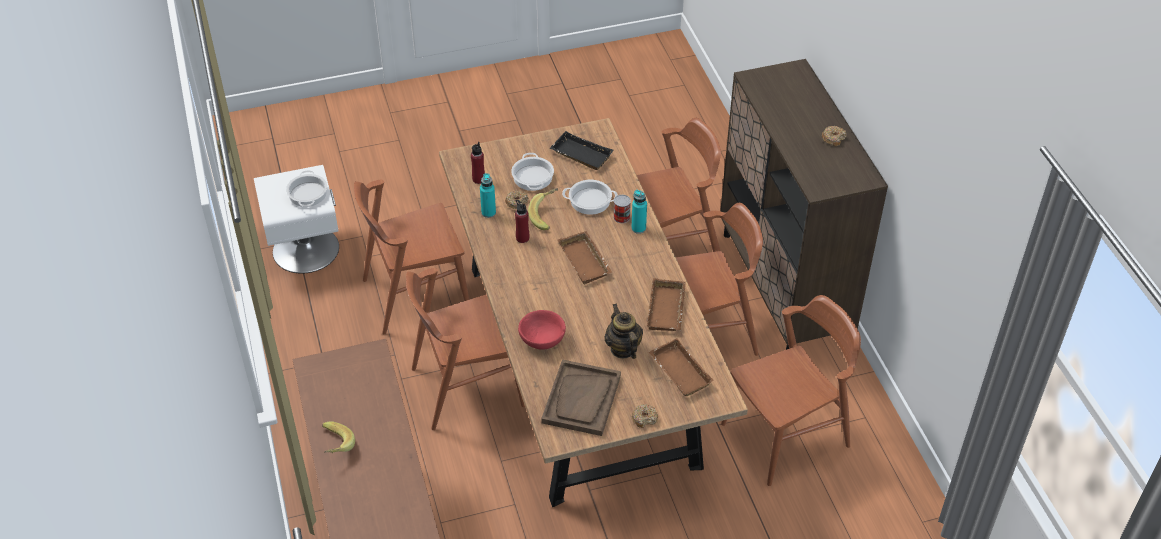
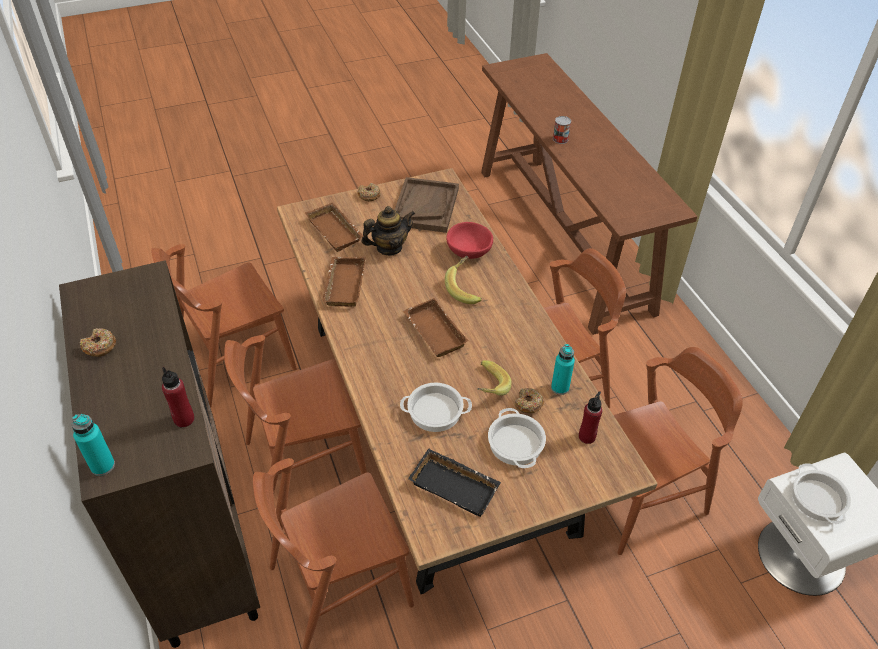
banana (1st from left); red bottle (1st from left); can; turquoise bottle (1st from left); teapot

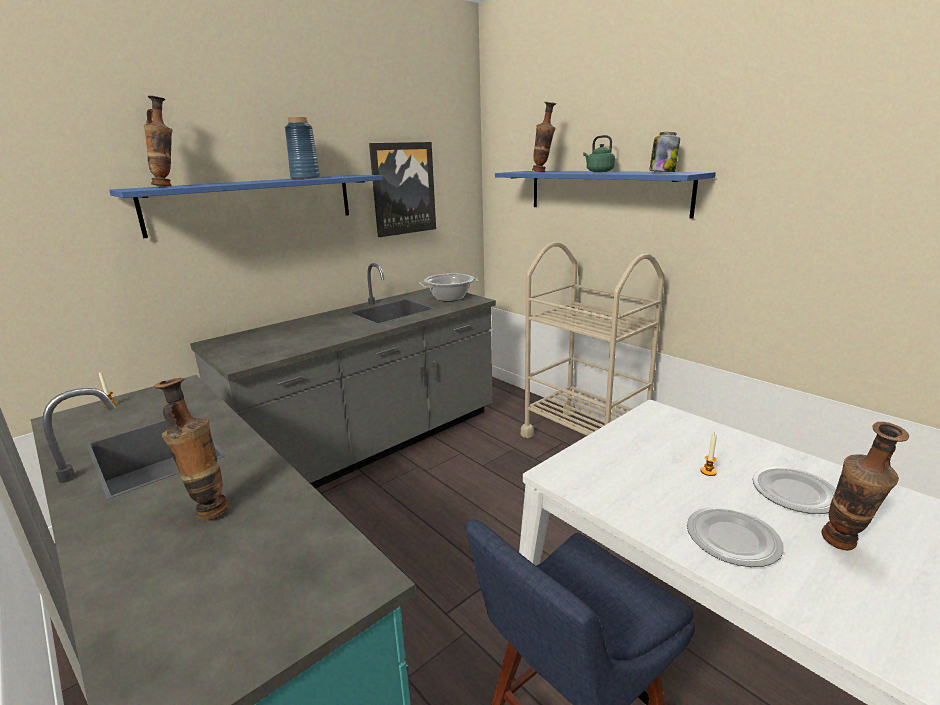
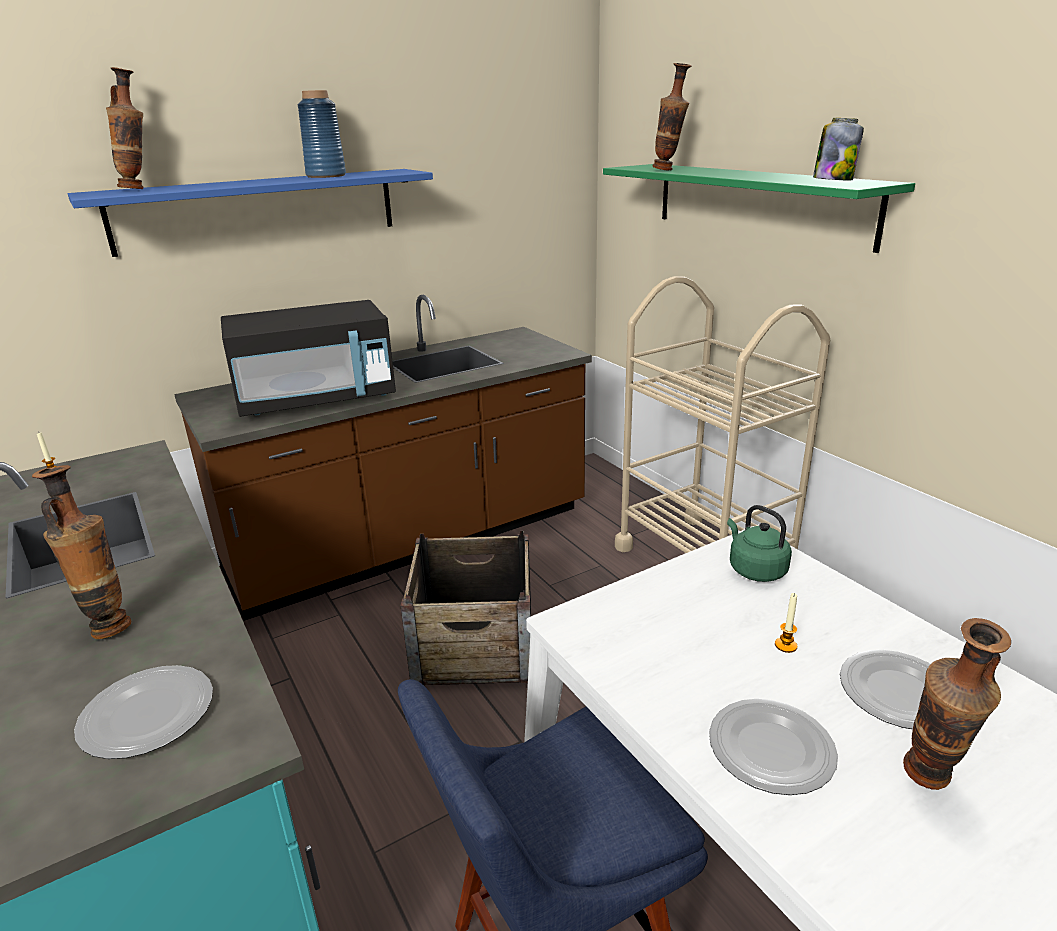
picture; cooking pot; plate (1st from left); black microwave; crate; green kettle; brown counter; green shelf

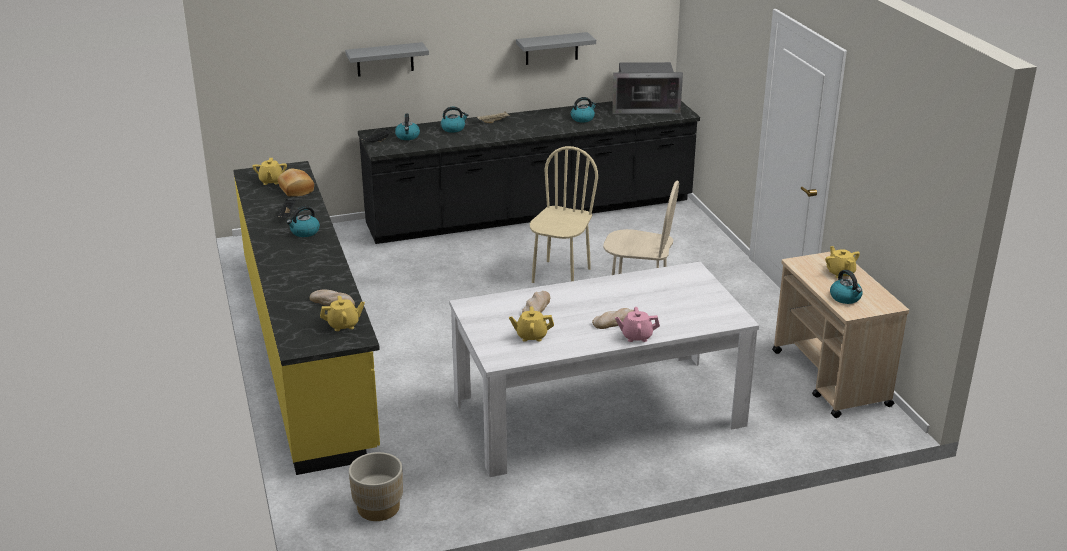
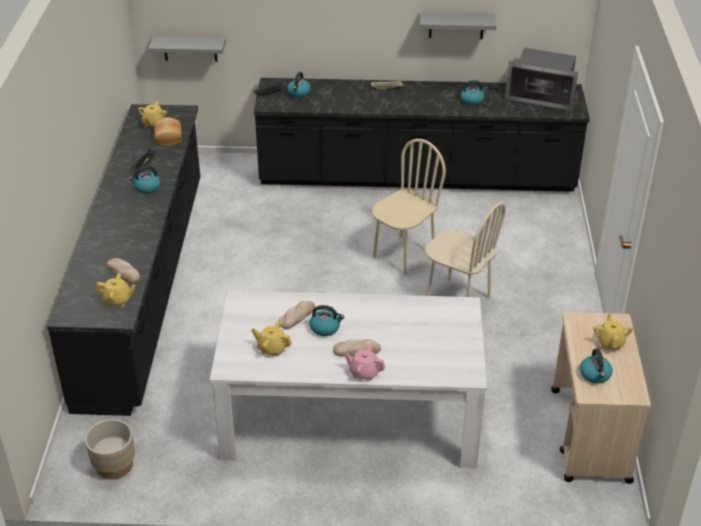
grey shelf (1st from left); kettle (3rd from left); black counter (1st from left)

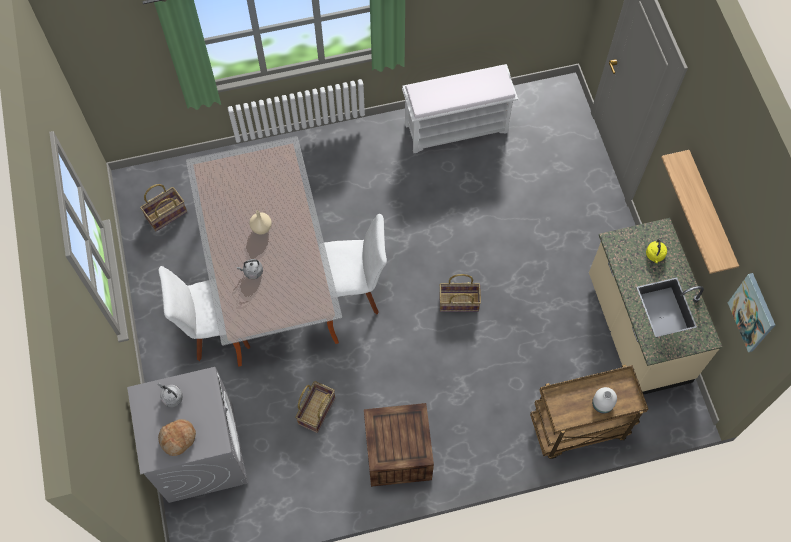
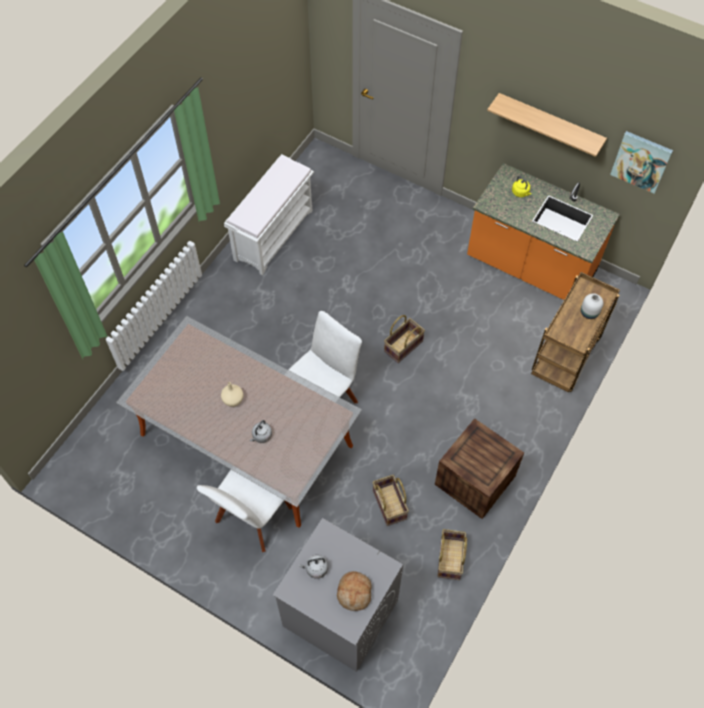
basket (3rd from left); orange counter

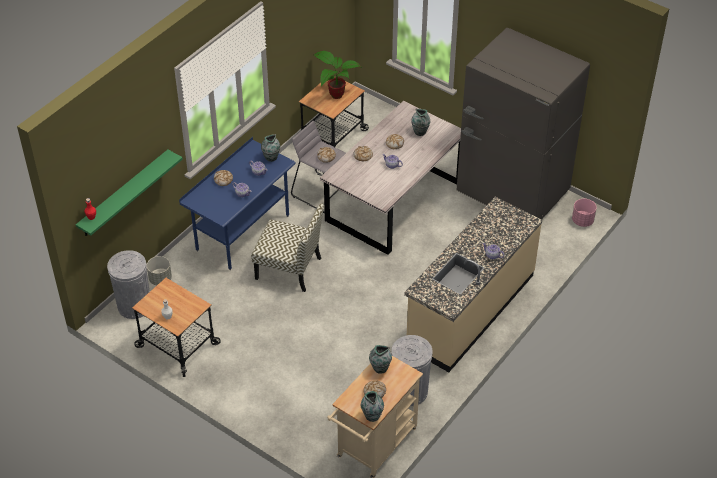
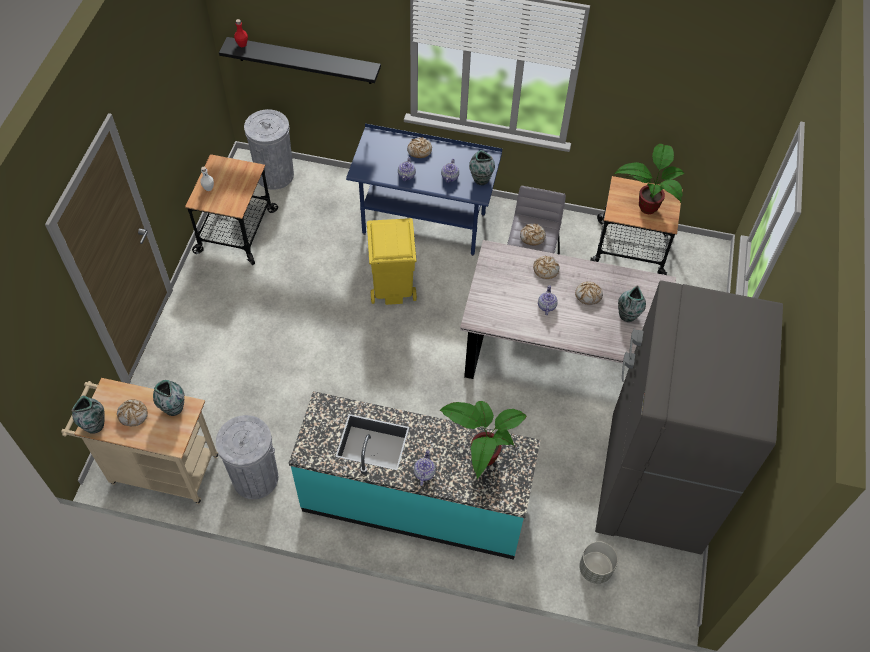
pink planter; potted plant (1st from left); grey planter; yellow trash can; black shelf; turquoise counter

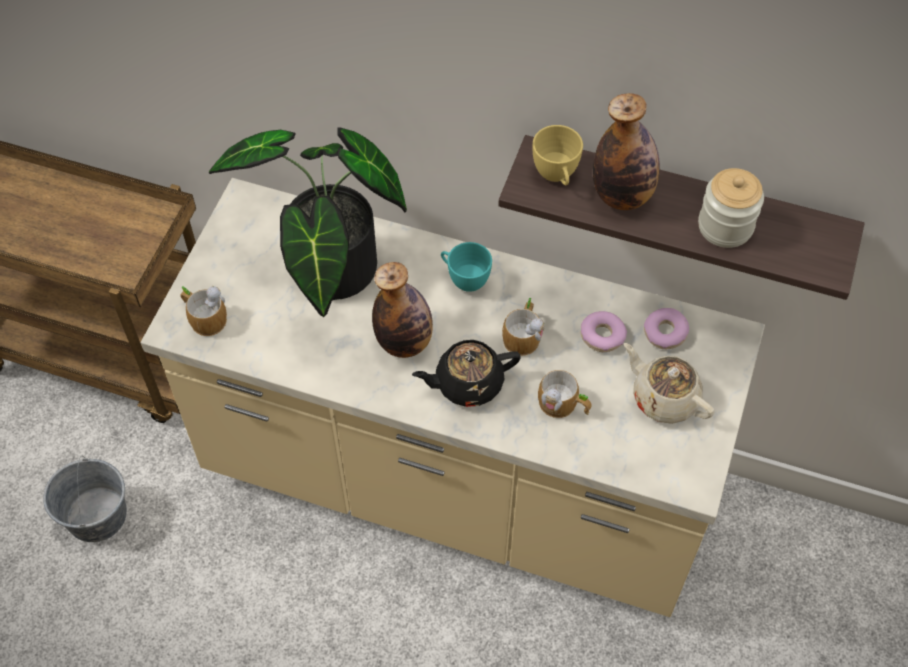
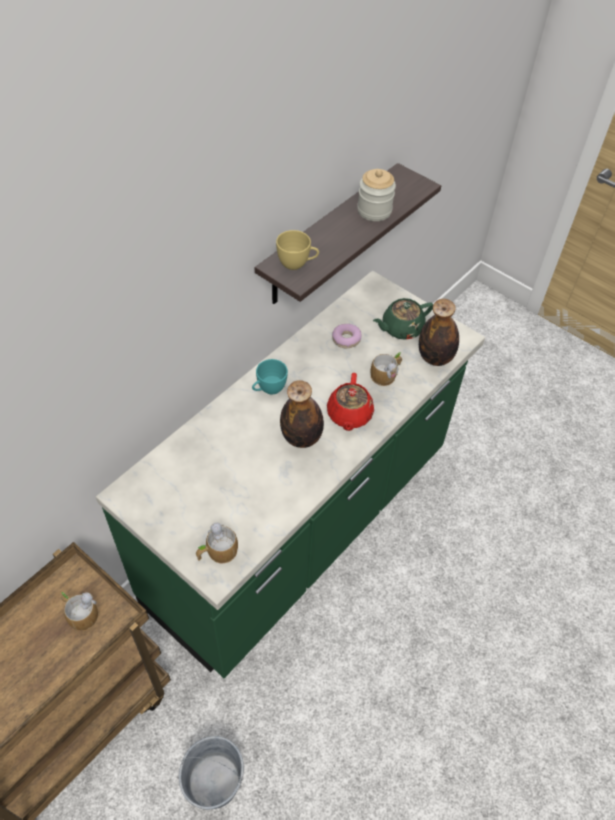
potted plant; donut (2nd from left in the first image); mug (1st from left); bottle (2nd from left); green counter; red teapot; green teapot

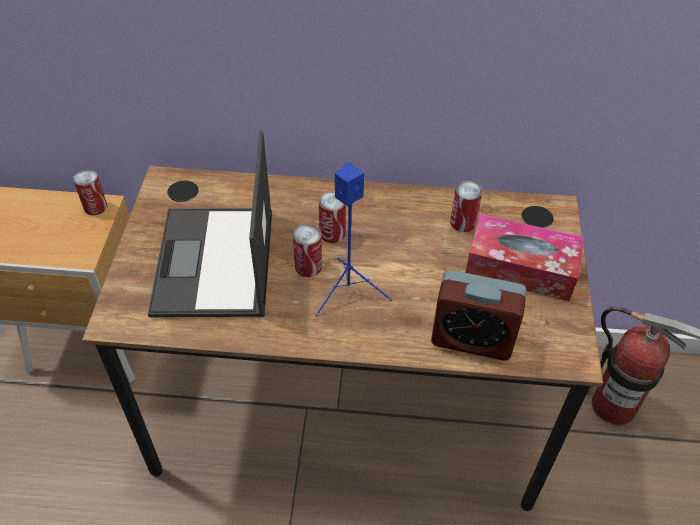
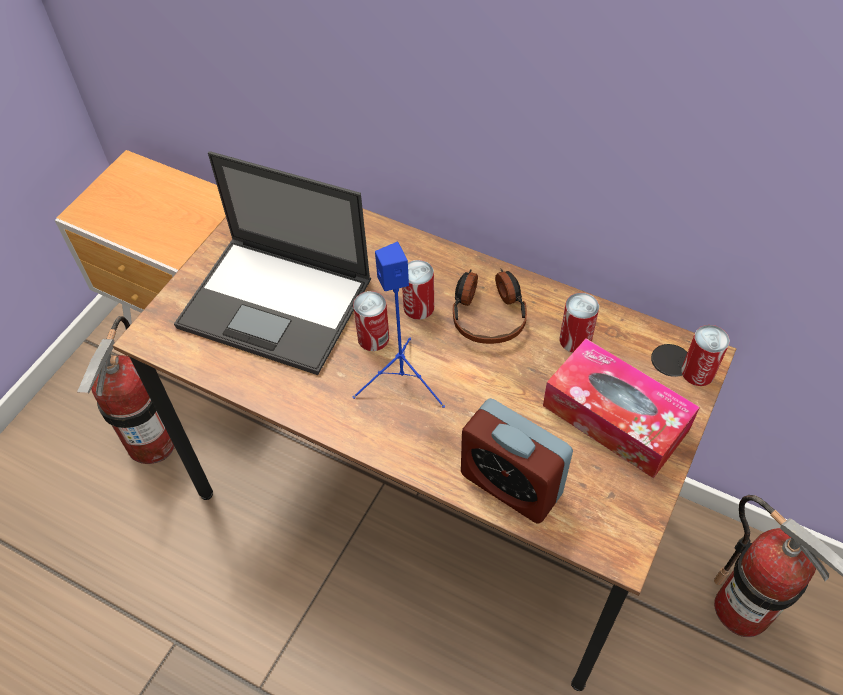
fire extinguisher (1st from left); headphones; can (4th from left); laptop

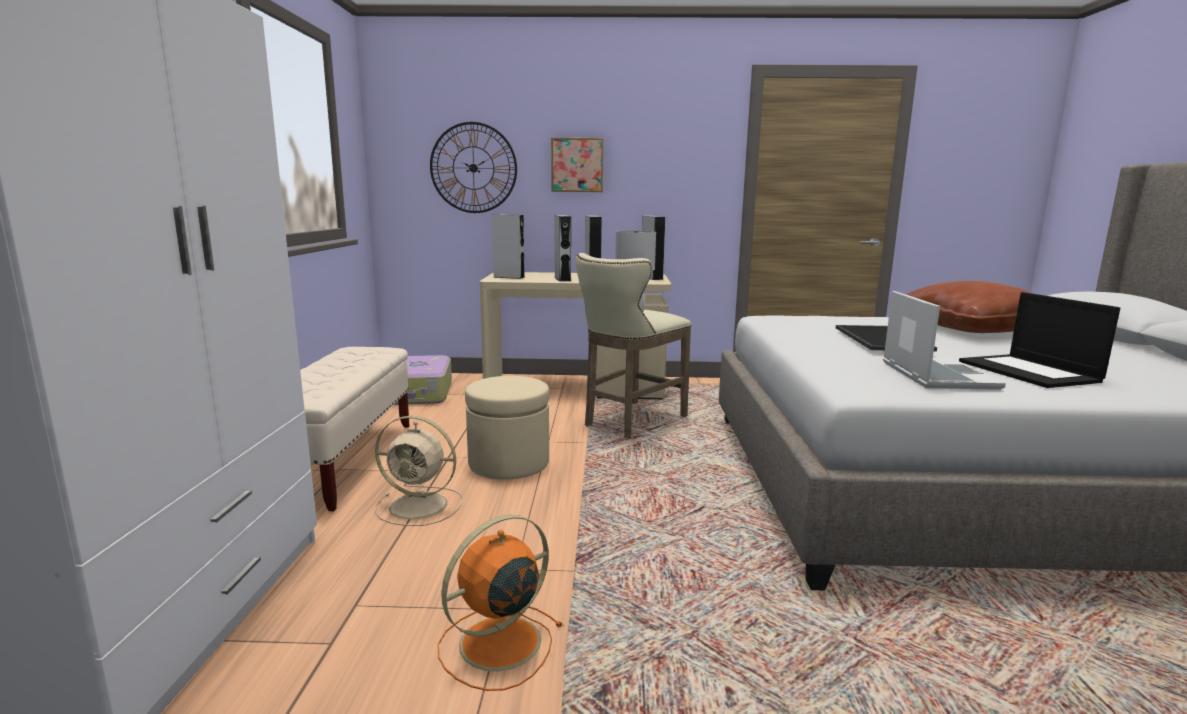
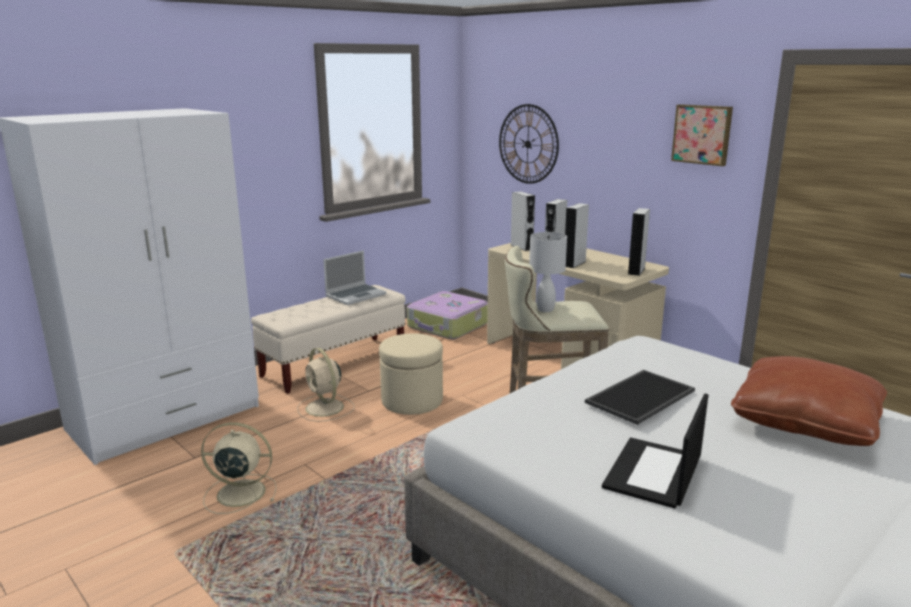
picture; laptop (1st from left); beige fan (1st from left)

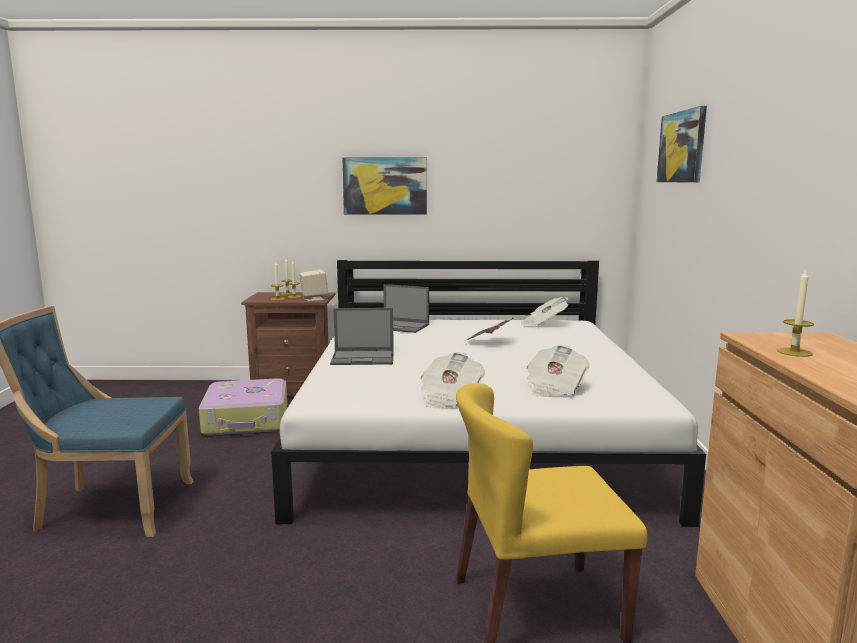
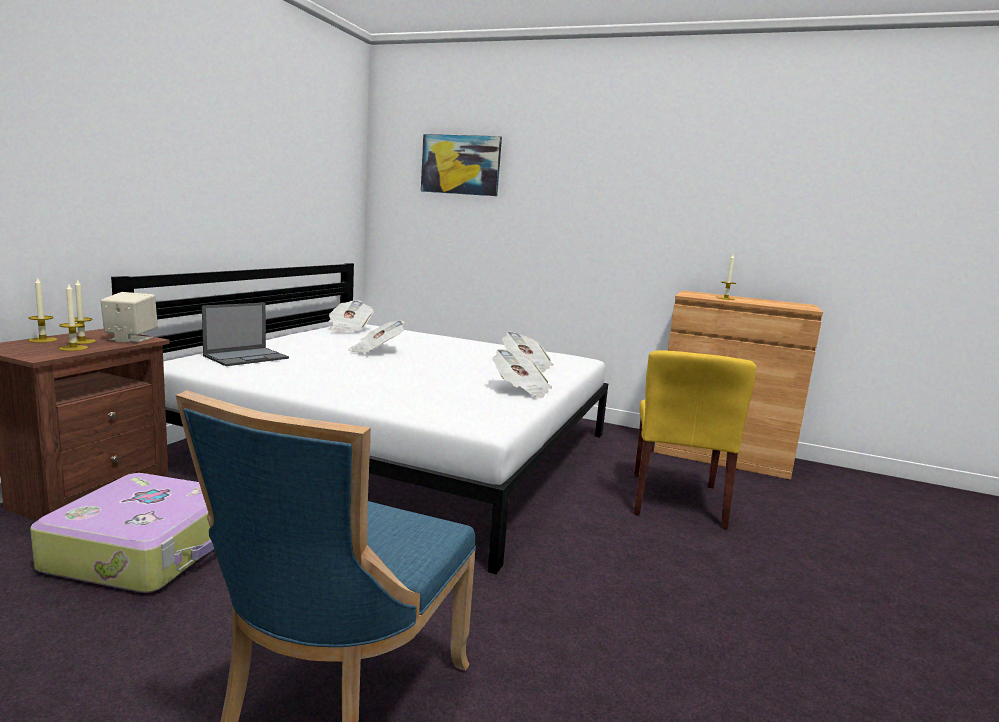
laptop (1st from left in the first image); picture (1st from left in the first image)

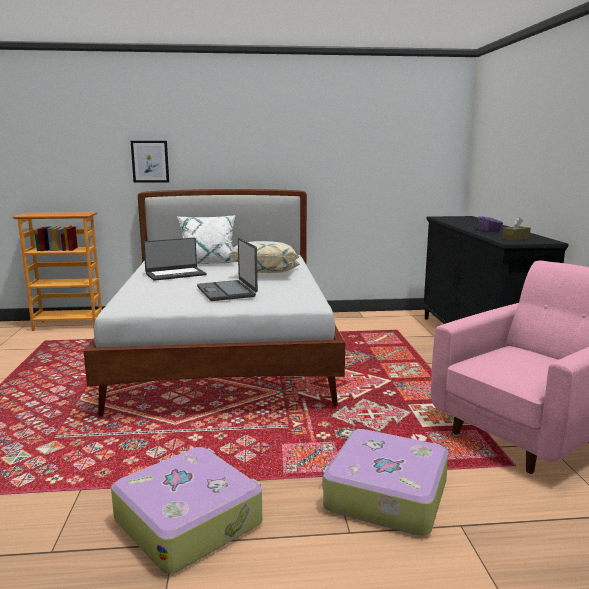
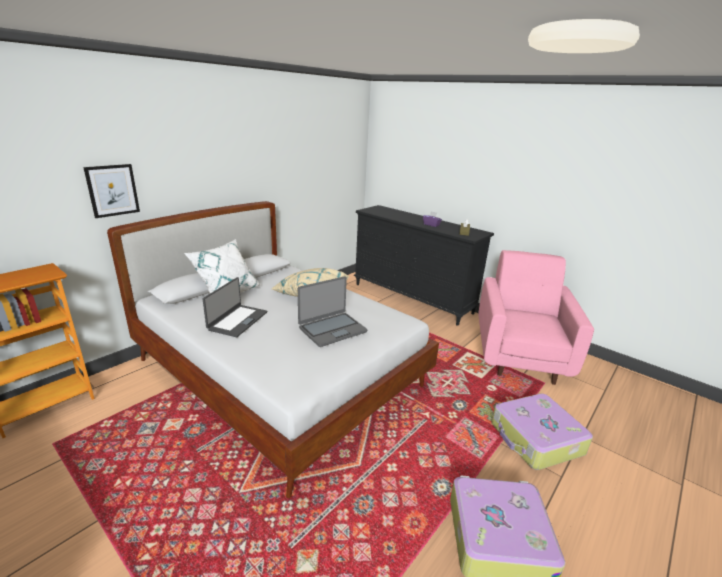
laptop (2nd from left)

